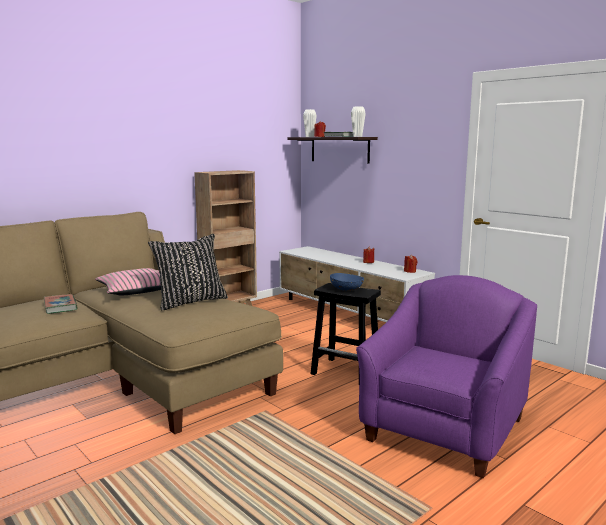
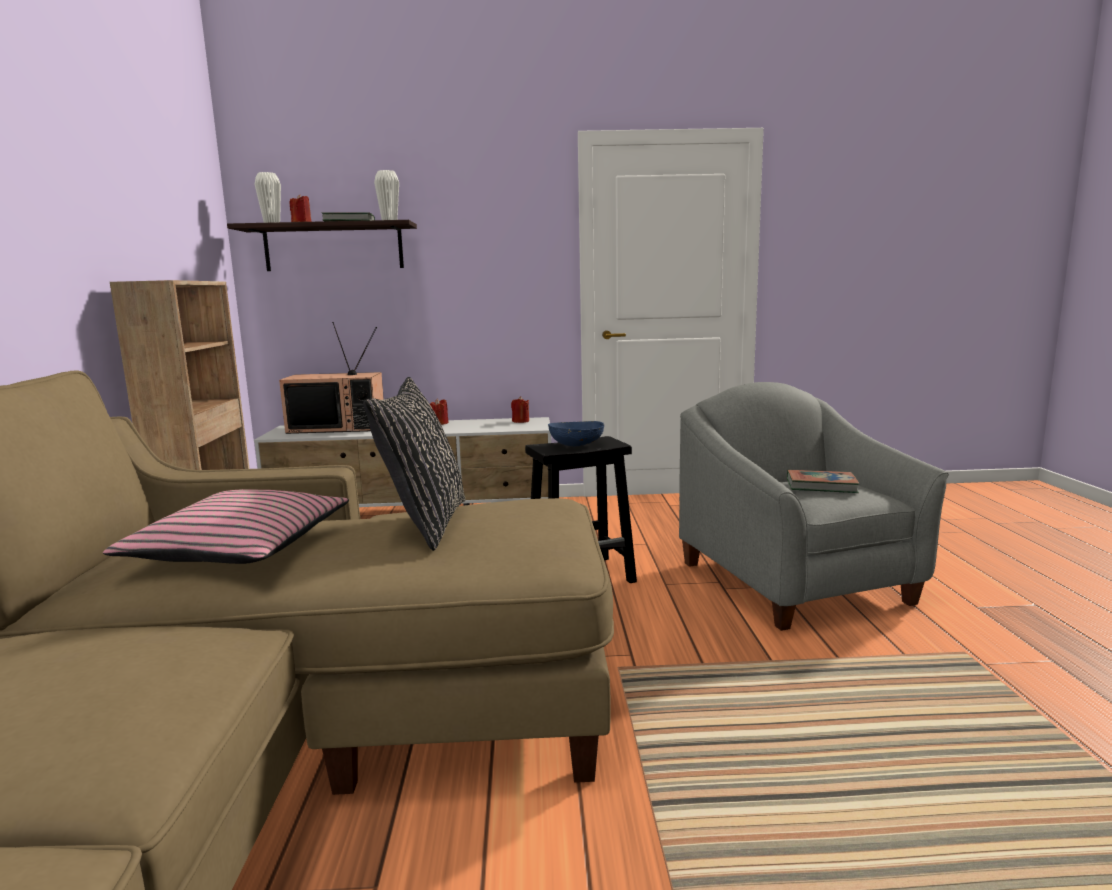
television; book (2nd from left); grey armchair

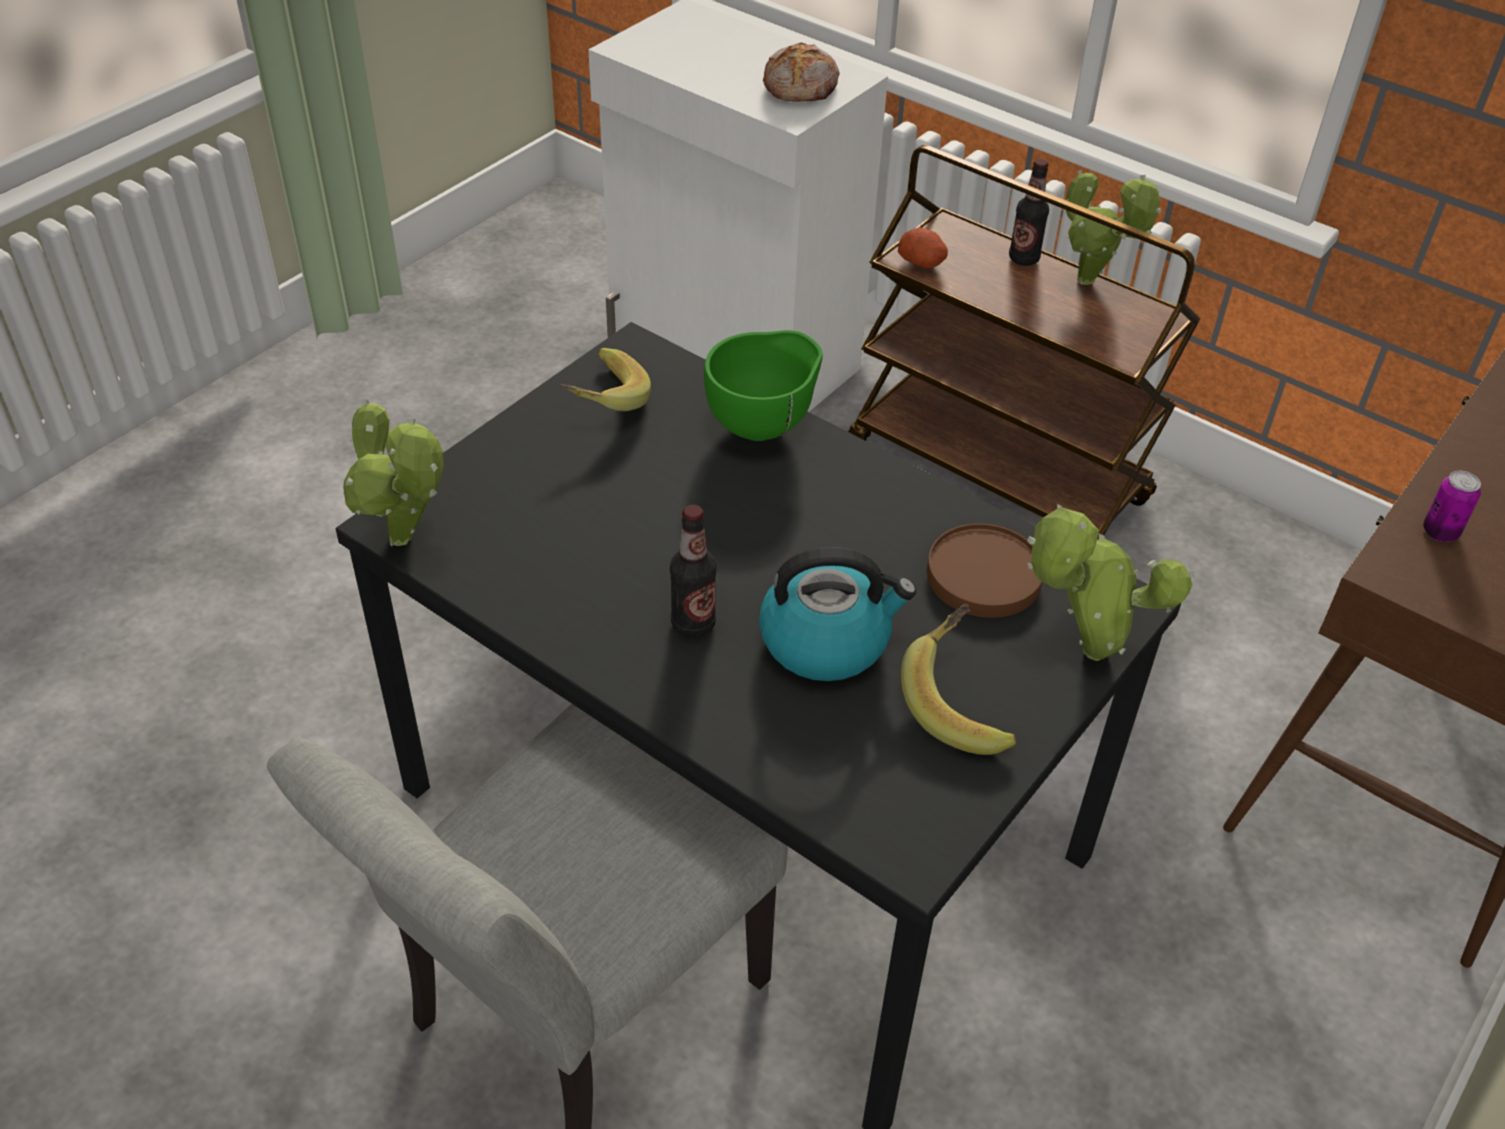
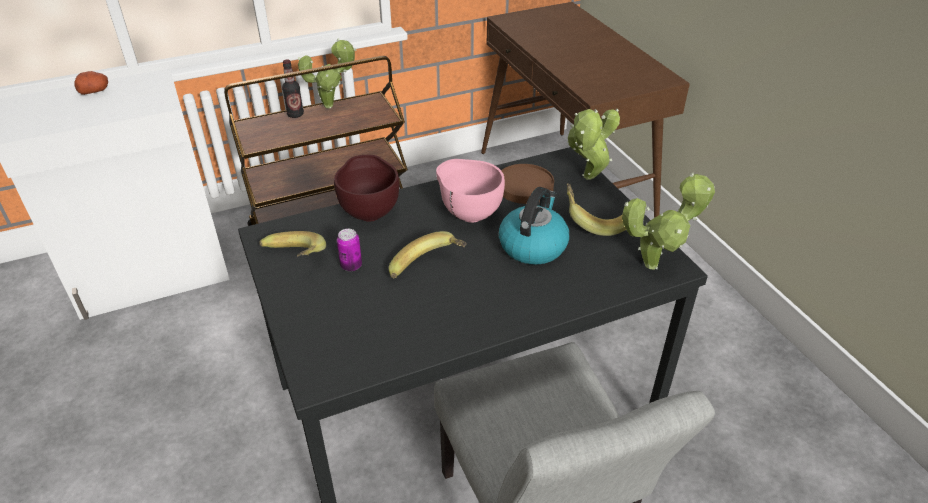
bottle (1st from left in the first image); bread; banana (2nd from left); pink bowl; potted plant (3rd from left); potato; can; brown bowl

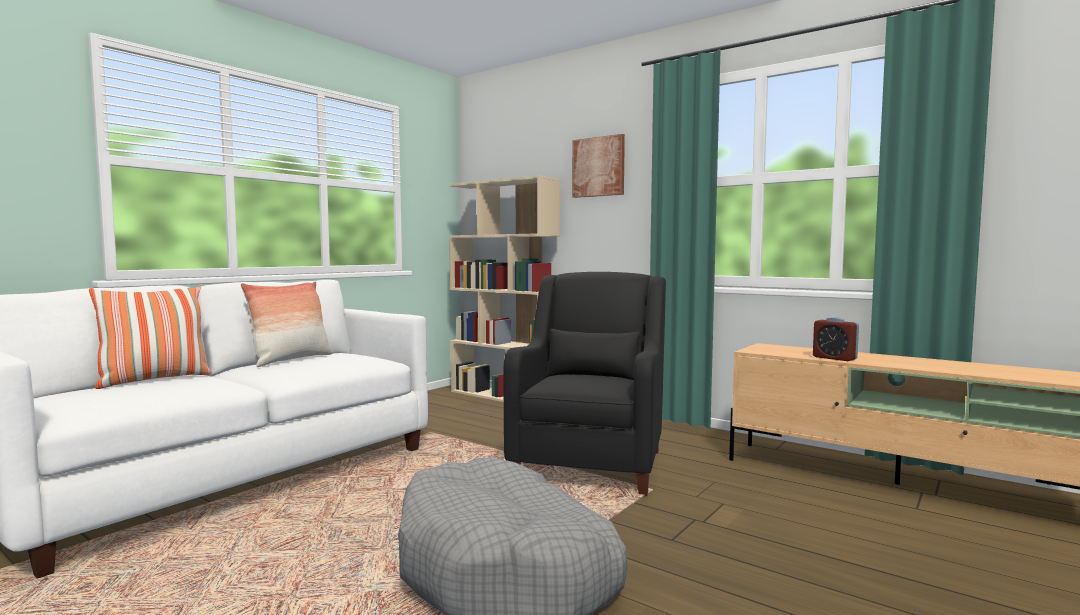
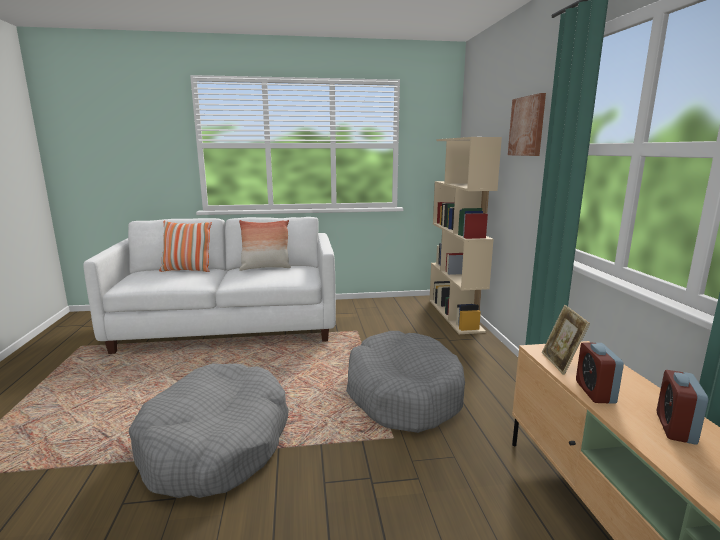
picture frame; alarm clock (2nd from left); grey dog bed (2nd from left)

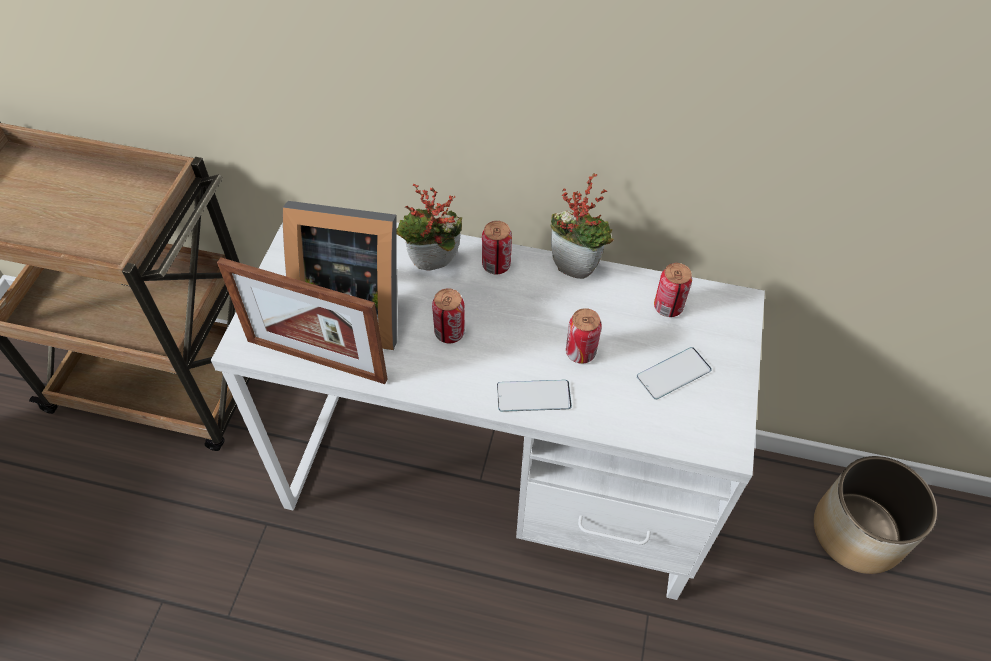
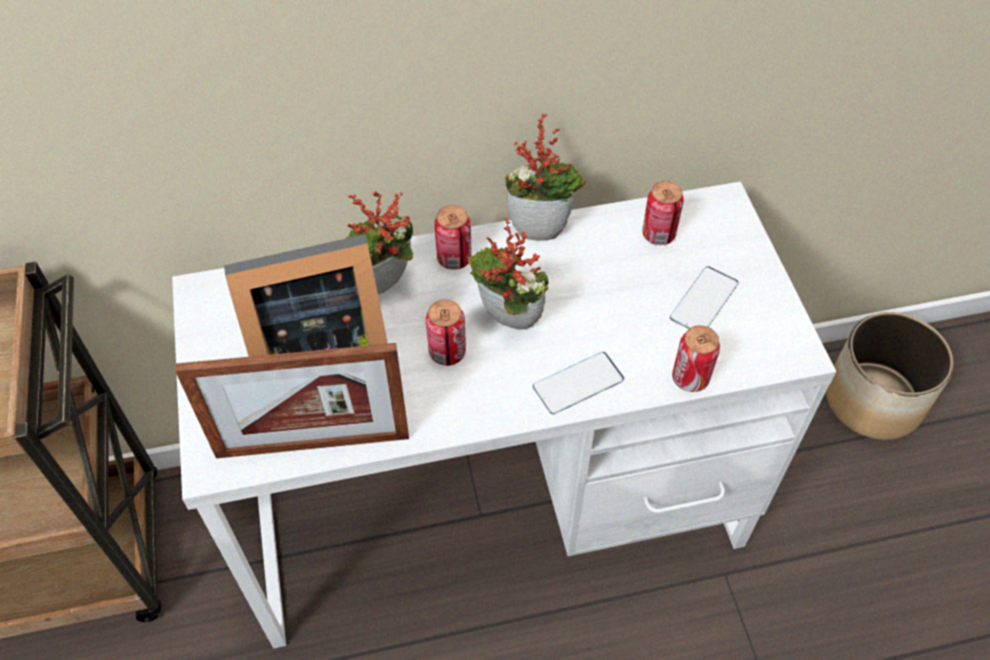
potted plant (2nd from left); can (4th from left)

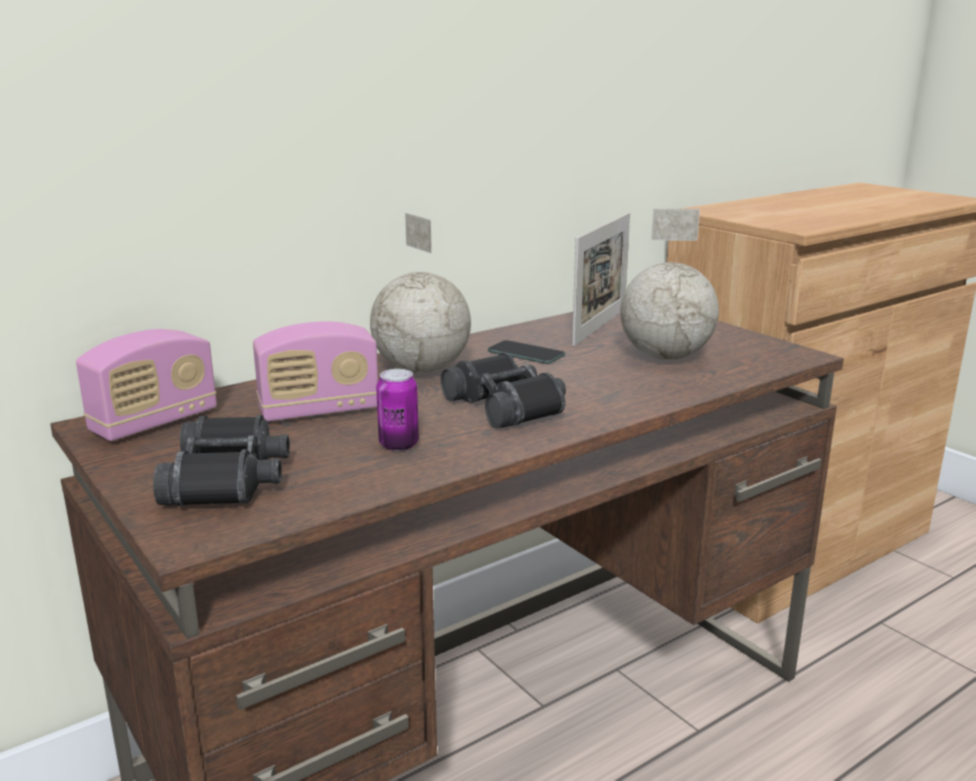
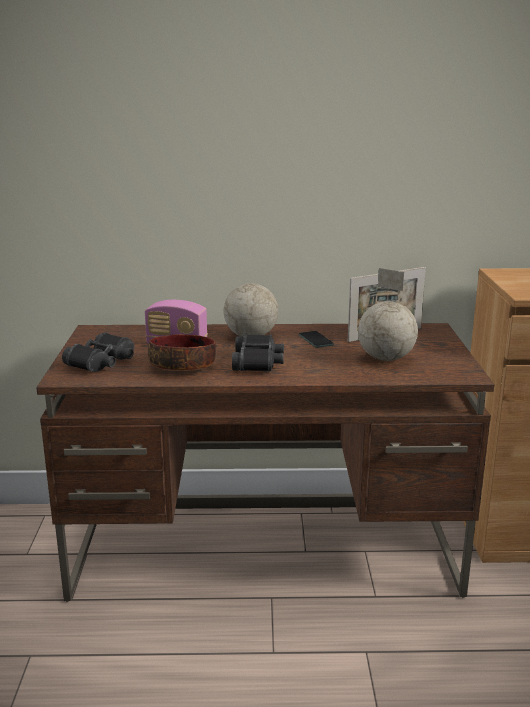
radio (1st from left in the first image); bowl

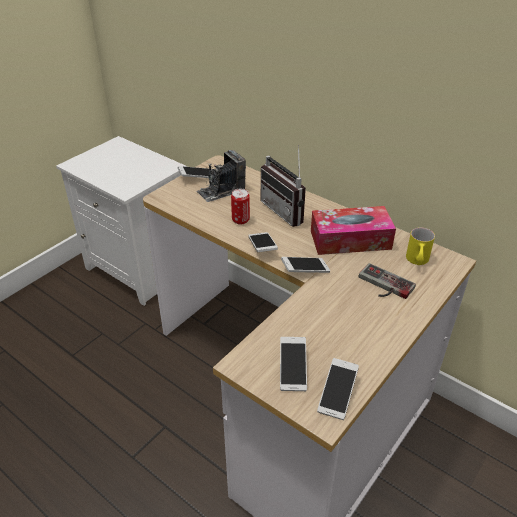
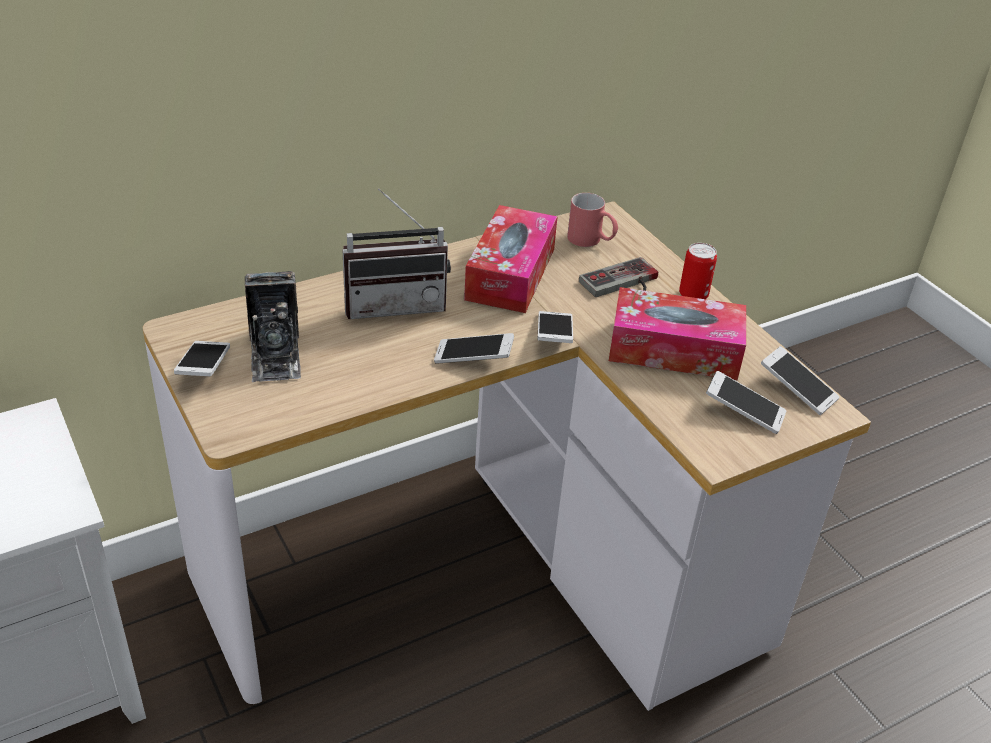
tissue box (2nd from left); can; red mug

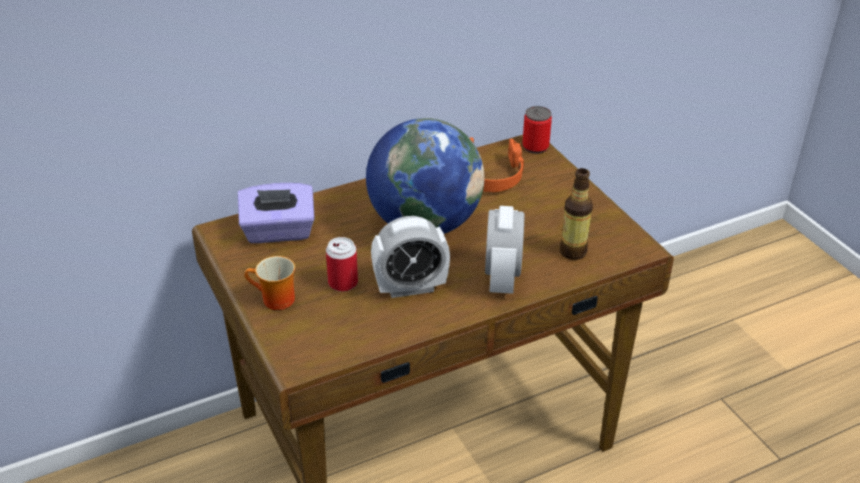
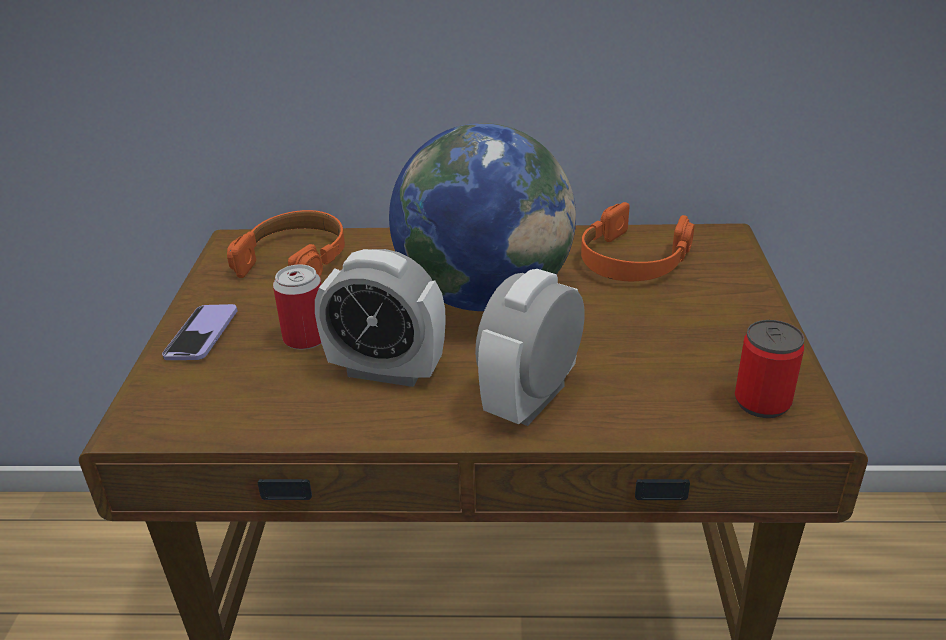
bottle; can (2nd from left); orange headphones (1st from left); phone

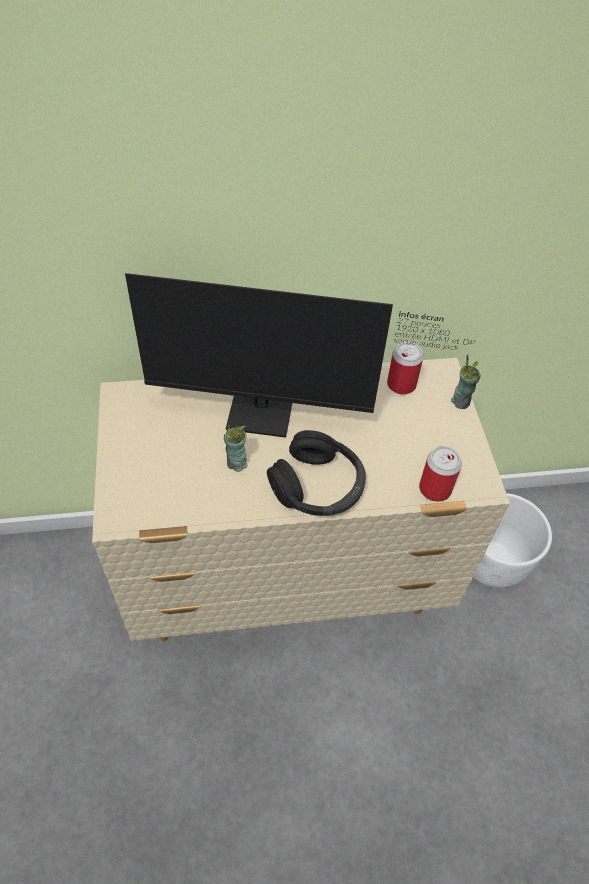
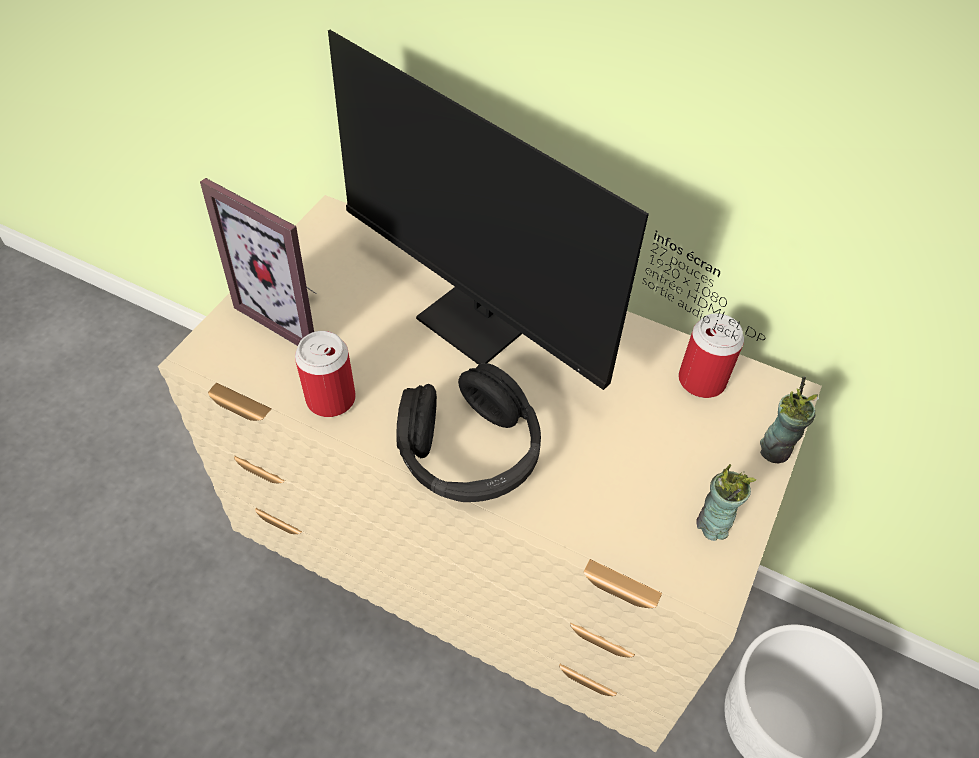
picture frame; cup (1st from left); can (1st from left)

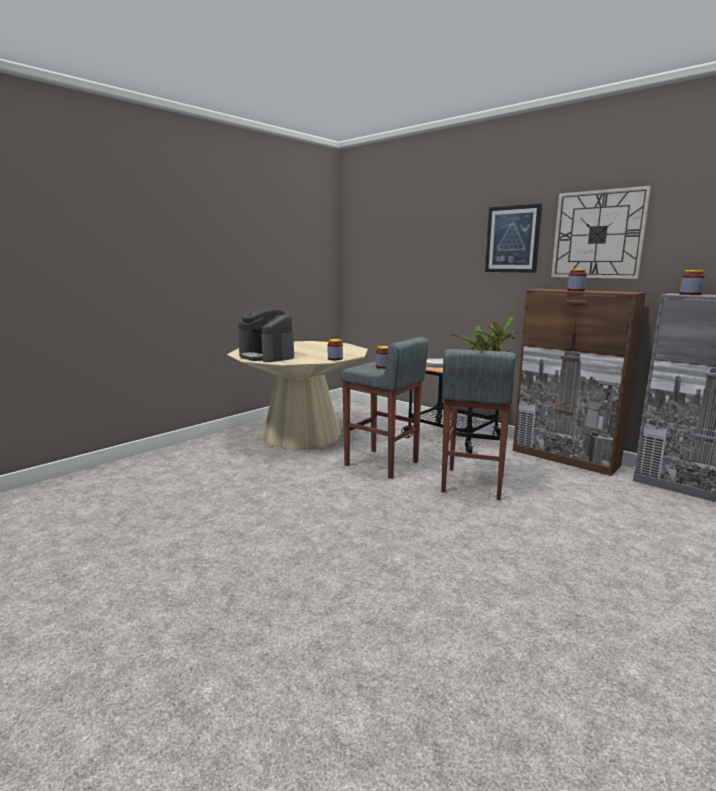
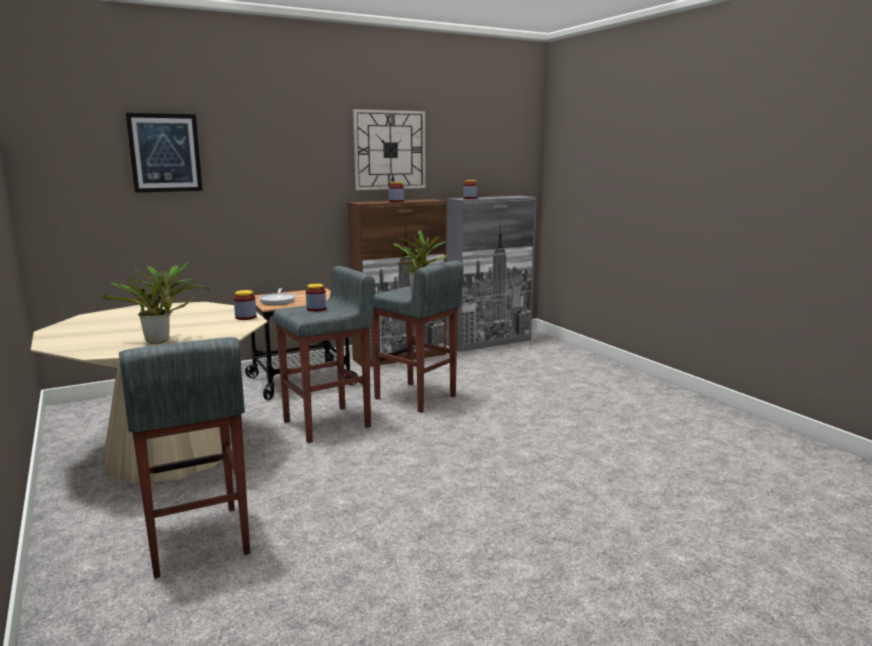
grey stool (1st from left); picture; potted plant (1st from left)

